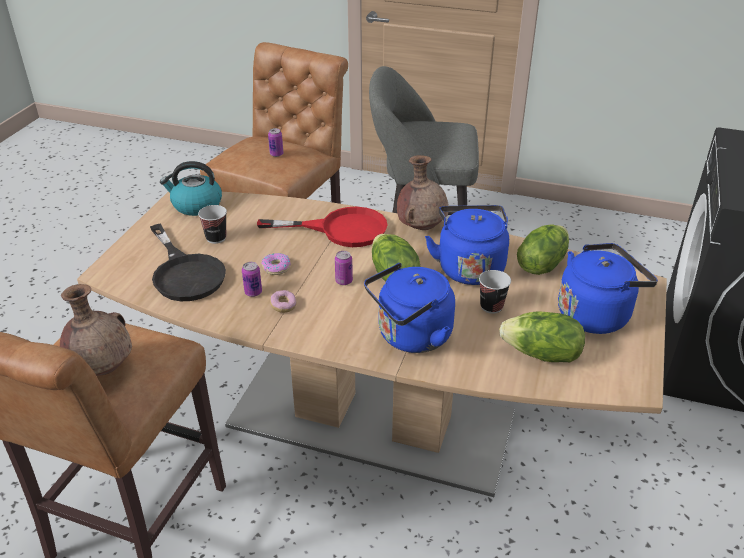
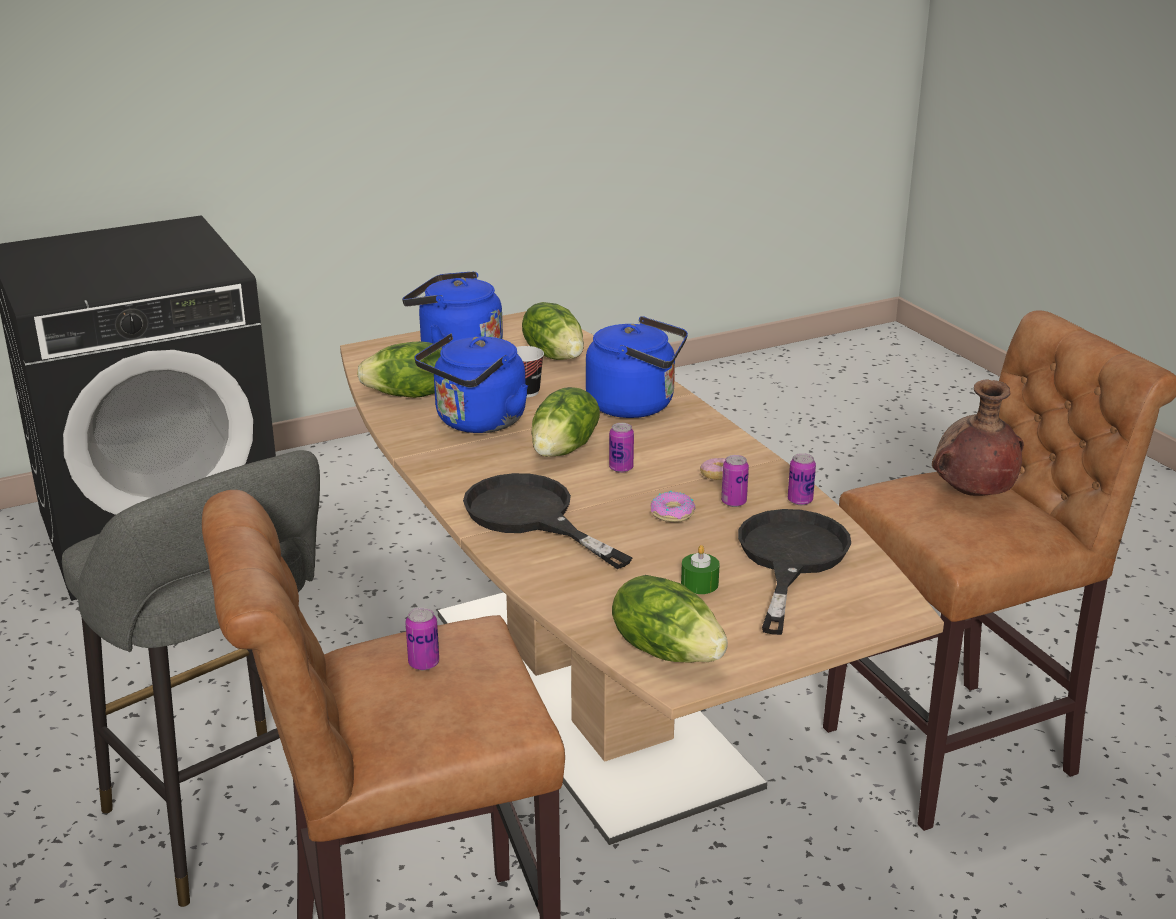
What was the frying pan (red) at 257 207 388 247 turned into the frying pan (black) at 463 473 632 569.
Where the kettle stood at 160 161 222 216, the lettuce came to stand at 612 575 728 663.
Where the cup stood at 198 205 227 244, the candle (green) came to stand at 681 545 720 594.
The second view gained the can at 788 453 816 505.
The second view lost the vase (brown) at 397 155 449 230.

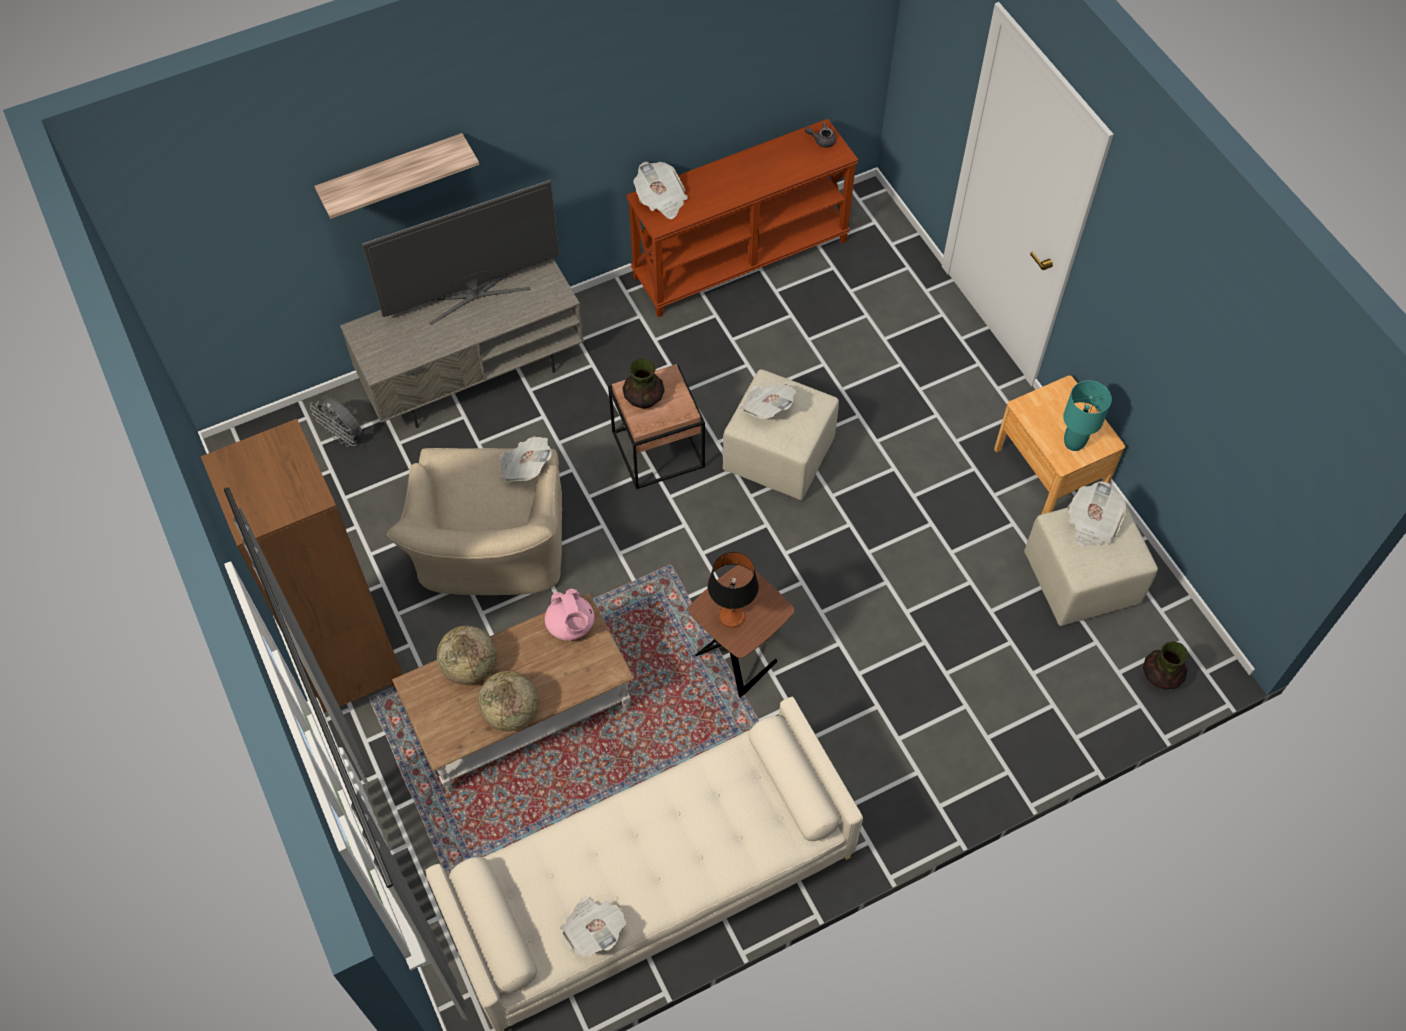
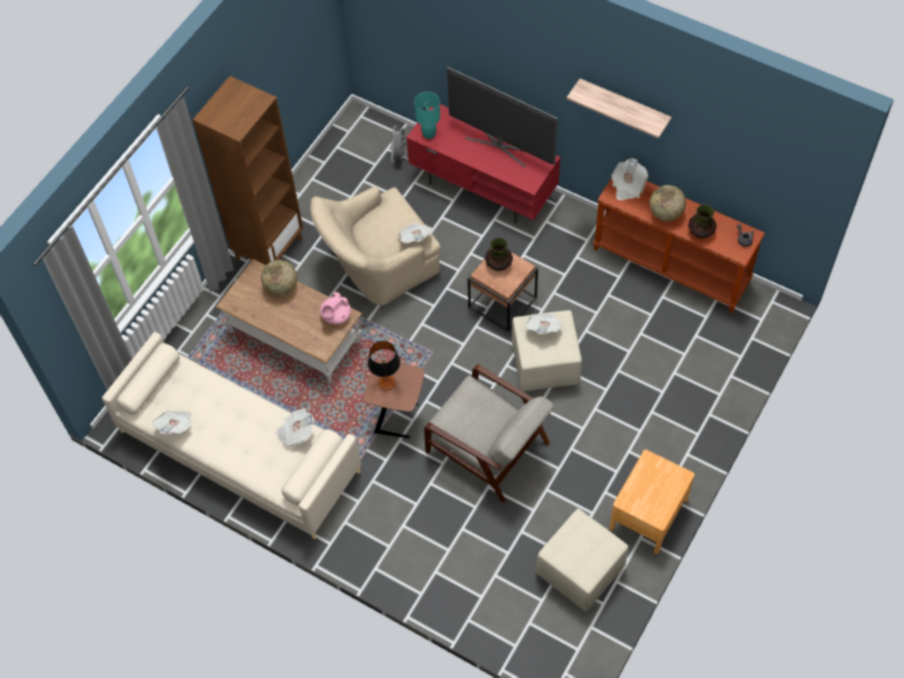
The newspaper ended up elsewhere, having gone from 1068 481 1127 546 to 276 408 315 448.
What was the tv stand (grey) at 340 258 584 428 turned into the tv stand (red) at 406 104 560 224.
The table lamp (turquoise) ended up elsewhere, having gone from 1063 380 1112 451 to 414 92 440 139.
The second view gained the armchair (grey) at 424 364 554 503.
The shelf ended up elsewhere, having gone from 314 133 479 219 to 567 78 672 139.
The globe ended up elsewhere, having gone from 478 671 538 731 to 650 185 686 221.
The vase ended up elsewhere, having gone from 1143 641 1189 690 to 688 204 717 239.

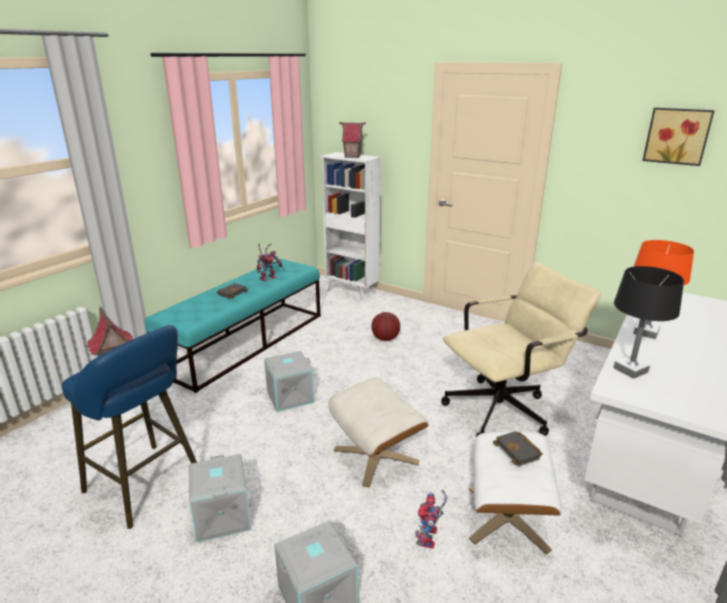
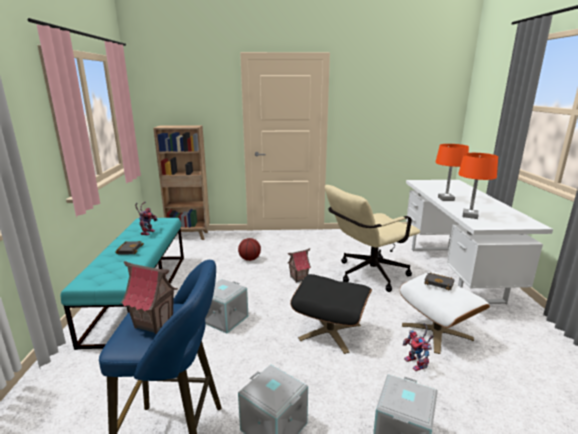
What was the bookcase (white) at 322 152 381 300 turned into the bookcase (brown) at 153 125 210 240.
The toy house ended up elsewhere, having gone from 339 122 366 158 to 288 248 311 283.
What was the ottoman (beige) at 328 377 428 487 turned into the ottoman (black) at 290 274 372 354.
The office chair (beige) at 441 262 601 436 ended up facing another way, 150 degrees counterclockwise from before.
What was the table lamp (black) at 613 266 684 379 turned into the table lamp (orange) at 458 153 498 219.
The second view lost the picture at 642 108 715 166.

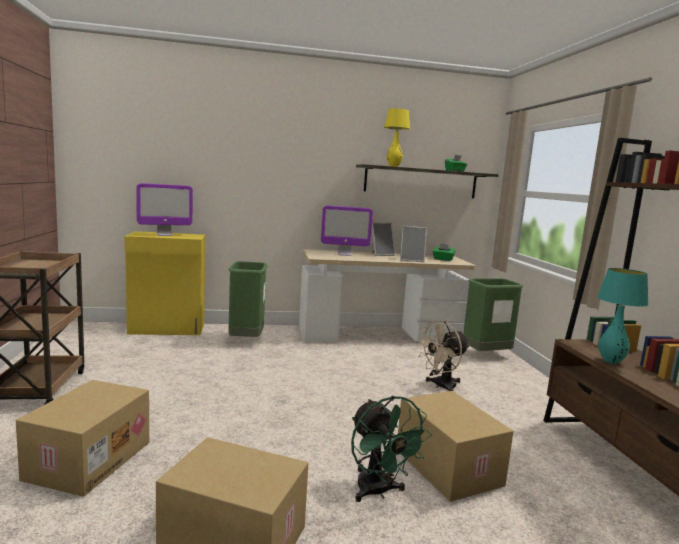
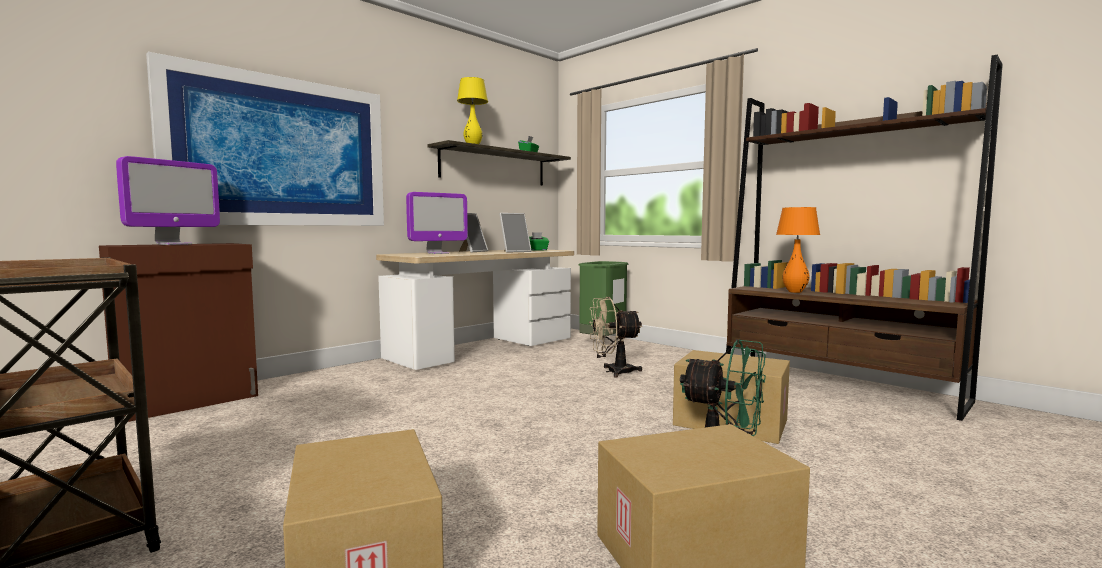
What was the cabinet (yellow) at 124 231 206 335 turned into the cabinet (brown) at 99 243 258 422.
The second view gained the picture at 146 52 384 226.
The fan (beige) at 416 320 470 391 ended up facing another way, 60 degrees clockwise from before.
What was the table lamp (turquoise) at 597 268 649 364 turned into the table lamp (orange) at 776 207 820 293.
The second view lost the trash can (green) at 228 261 267 337.

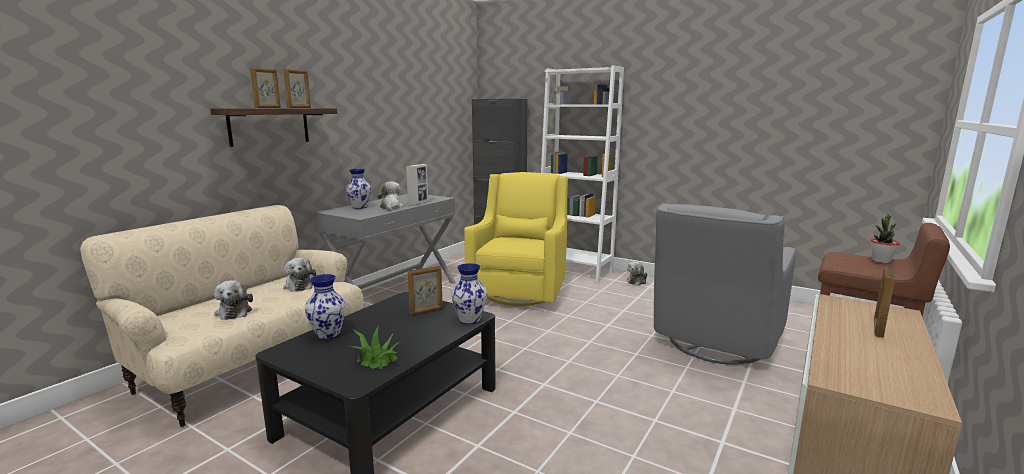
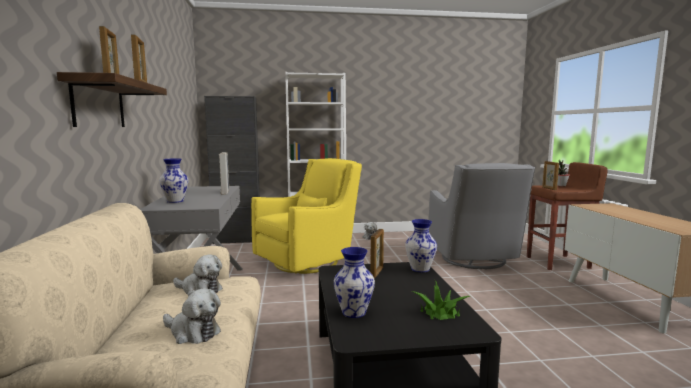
The armchair (yellow) at 464 172 568 306 ended up facing another way, 75 degrees clockwise from before.
The picture frame ended up elsewhere, having gone from 874 266 895 338 to 542 161 559 190.
The second view lost the plush toy at 378 182 404 211.

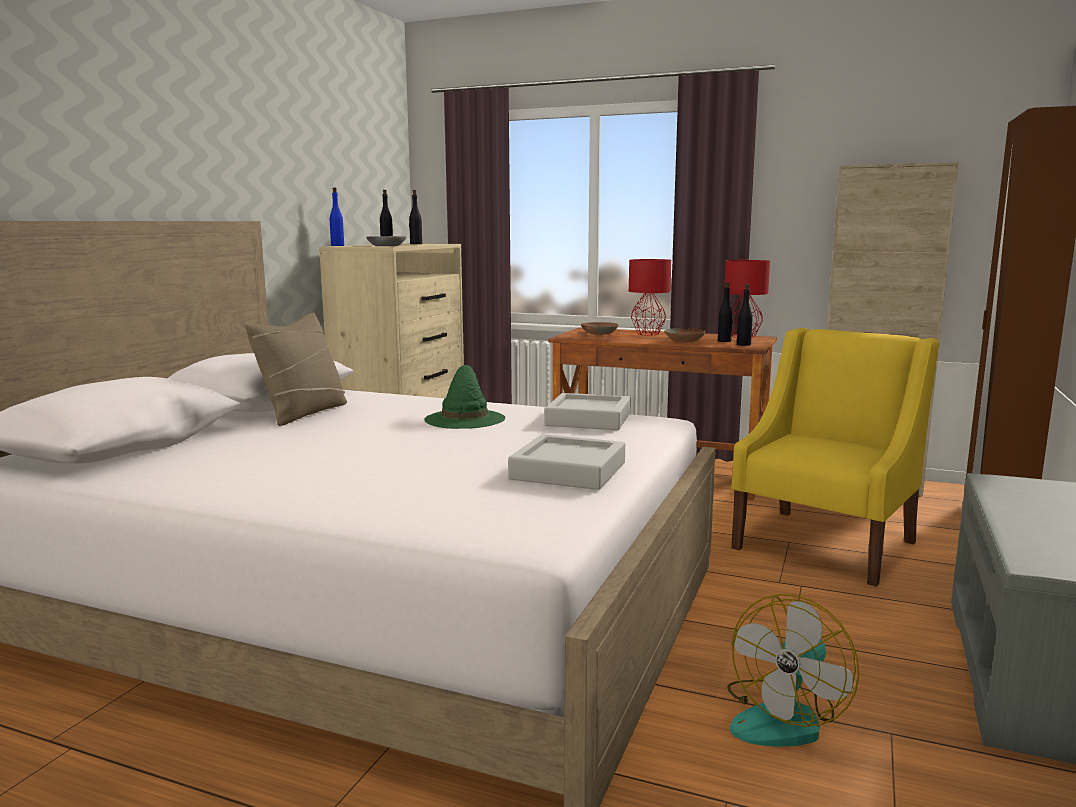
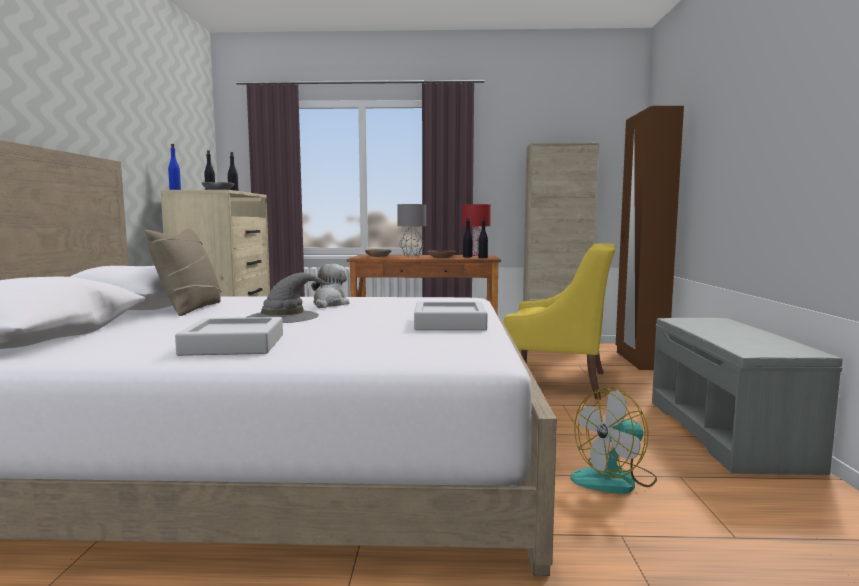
The tray (grey) ended up elsewhere, having gone from 545 393 631 430 to 175 317 283 356.
The second view gained the hat (grey) at 247 273 333 323.
Where the hat (green) stood at 424 365 505 429, the plush toy came to stand at 311 264 349 308.
What was the table lamp (red) at 629 259 671 336 turned into the table lamp (grey) at 397 204 426 256.
The armchair (yellow) at 731 328 940 587 ended up facing another way, 90 degrees clockwise from before.
The fan at 727 594 859 747 ended up facing another way, 45 degrees clockwise from before.

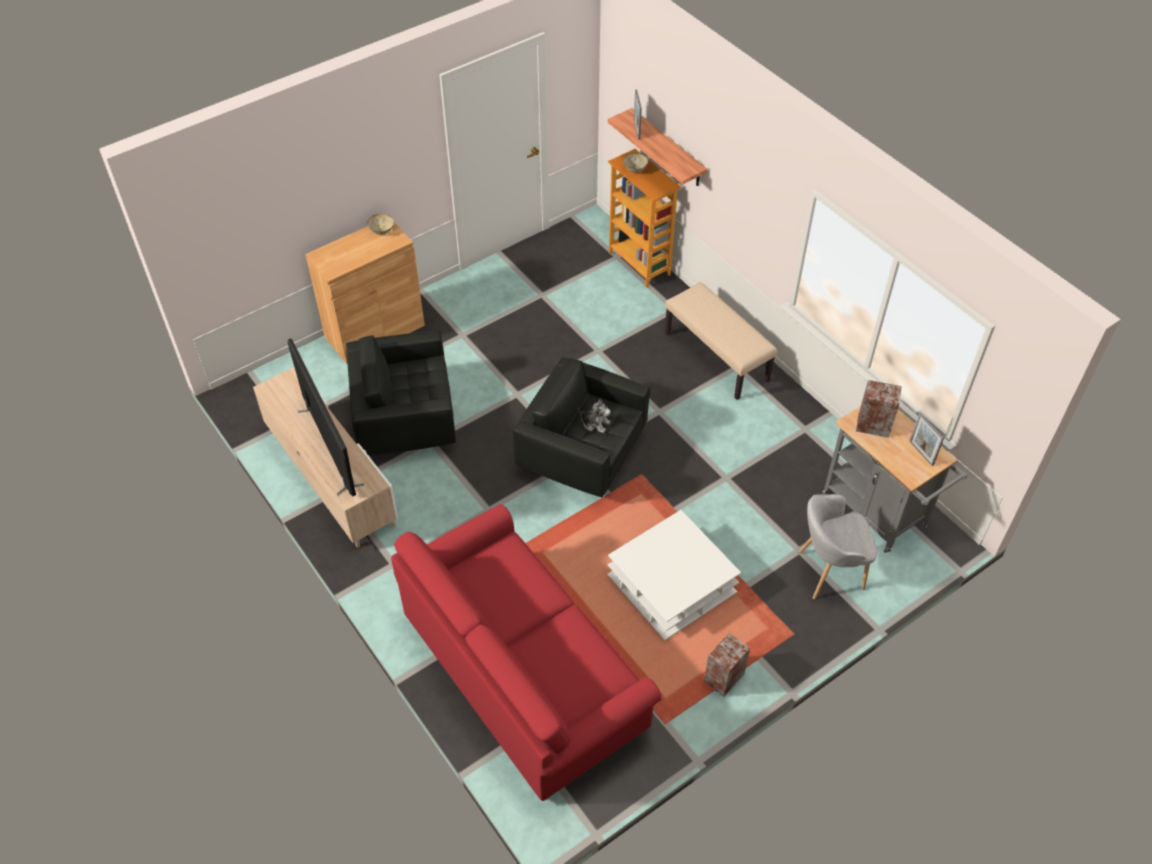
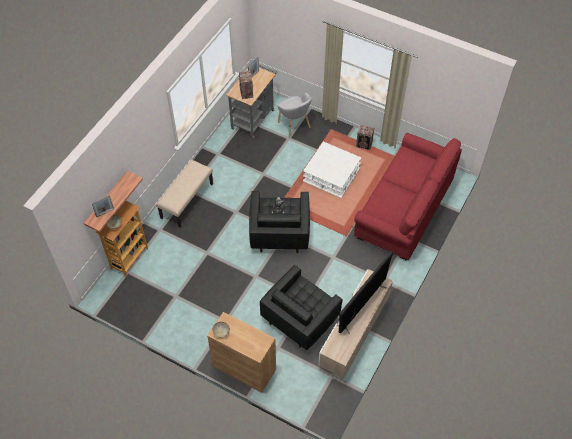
The armchair (black) at 346 330 456 455 ended up facing another way, 75 degrees clockwise from before.

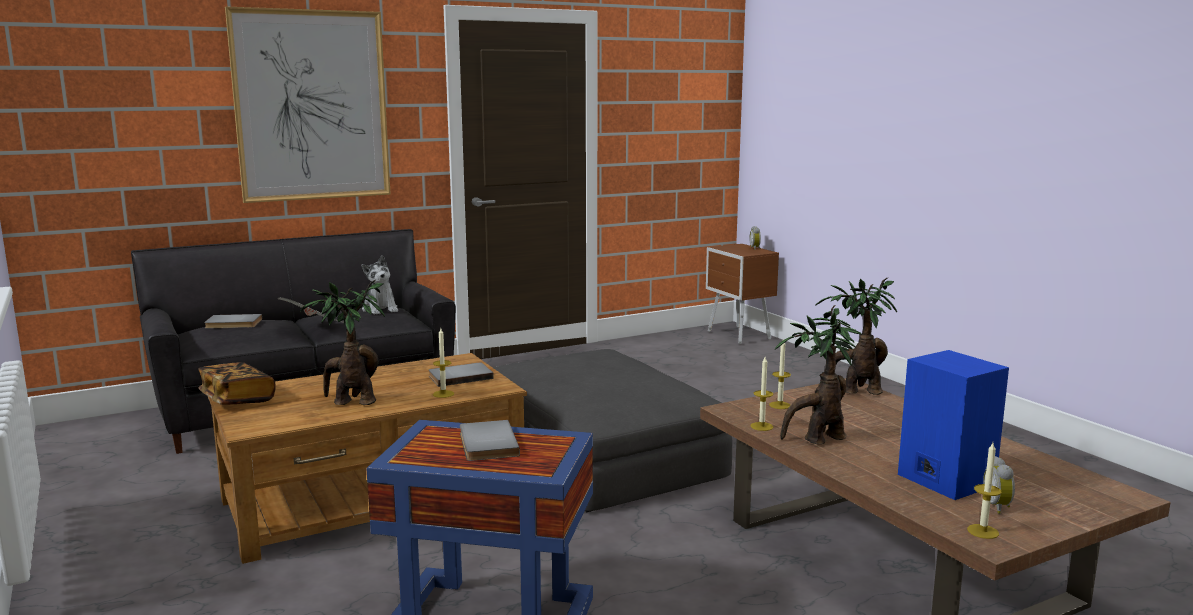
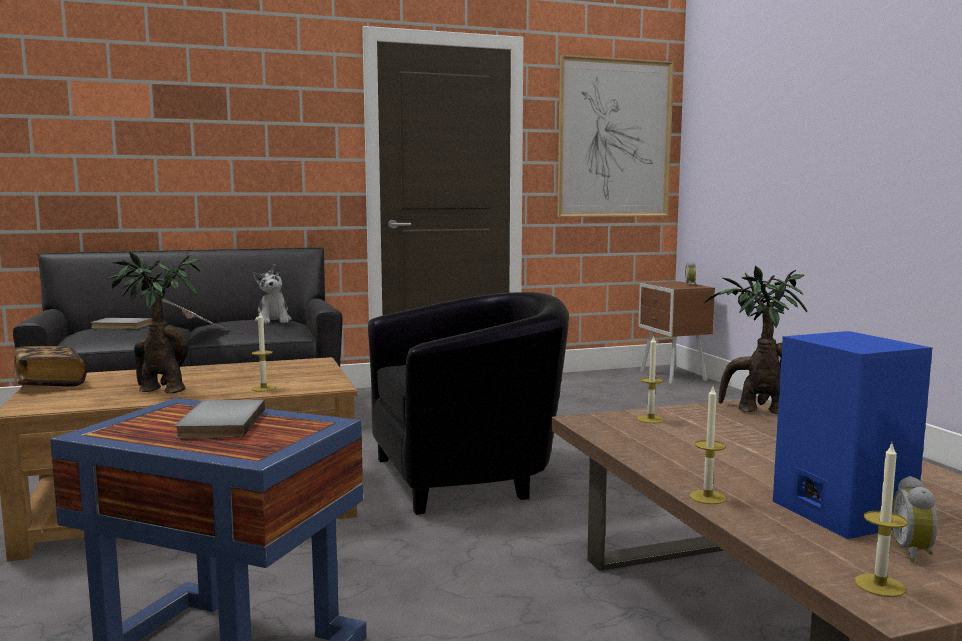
Where the ottoman (grey) stood at 493 349 732 512, the armchair (black) came to stand at 368 292 569 515.
The picture ended up elsewhere, having gone from 225 6 391 203 to 557 55 674 217.
The candle ended up elsewhere, having gone from 750 357 773 431 to 690 386 726 504.
The second view lost the book (grey) at 428 363 494 387.
The second view lost the potted plant at 774 305 862 444.

